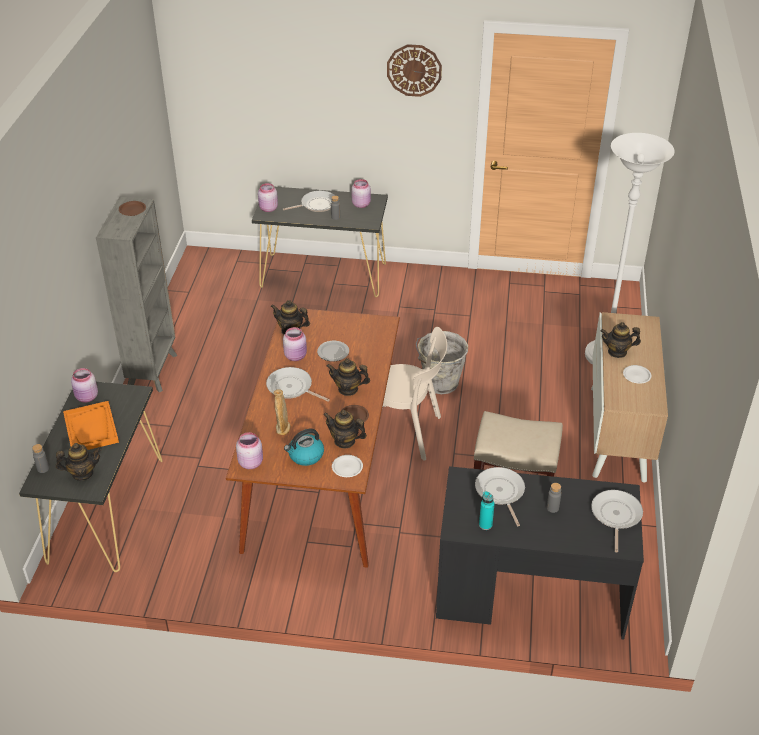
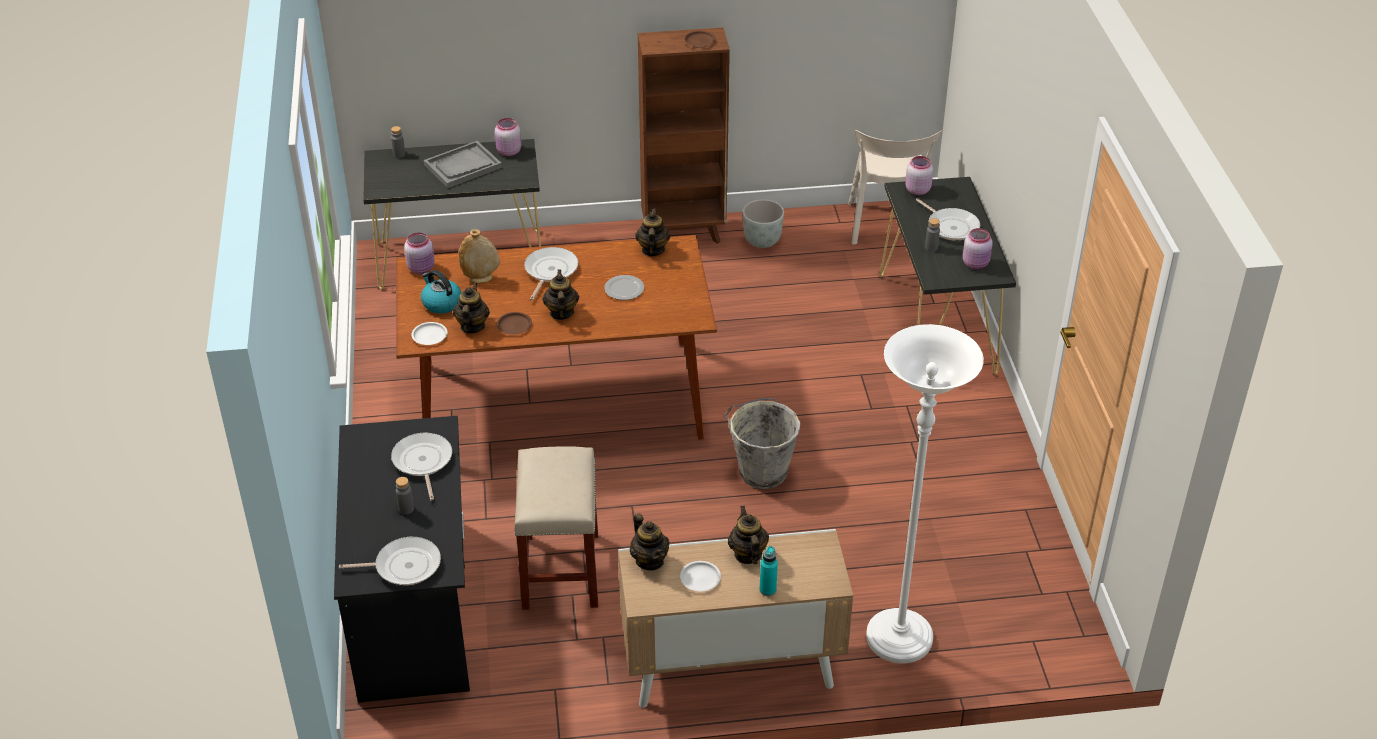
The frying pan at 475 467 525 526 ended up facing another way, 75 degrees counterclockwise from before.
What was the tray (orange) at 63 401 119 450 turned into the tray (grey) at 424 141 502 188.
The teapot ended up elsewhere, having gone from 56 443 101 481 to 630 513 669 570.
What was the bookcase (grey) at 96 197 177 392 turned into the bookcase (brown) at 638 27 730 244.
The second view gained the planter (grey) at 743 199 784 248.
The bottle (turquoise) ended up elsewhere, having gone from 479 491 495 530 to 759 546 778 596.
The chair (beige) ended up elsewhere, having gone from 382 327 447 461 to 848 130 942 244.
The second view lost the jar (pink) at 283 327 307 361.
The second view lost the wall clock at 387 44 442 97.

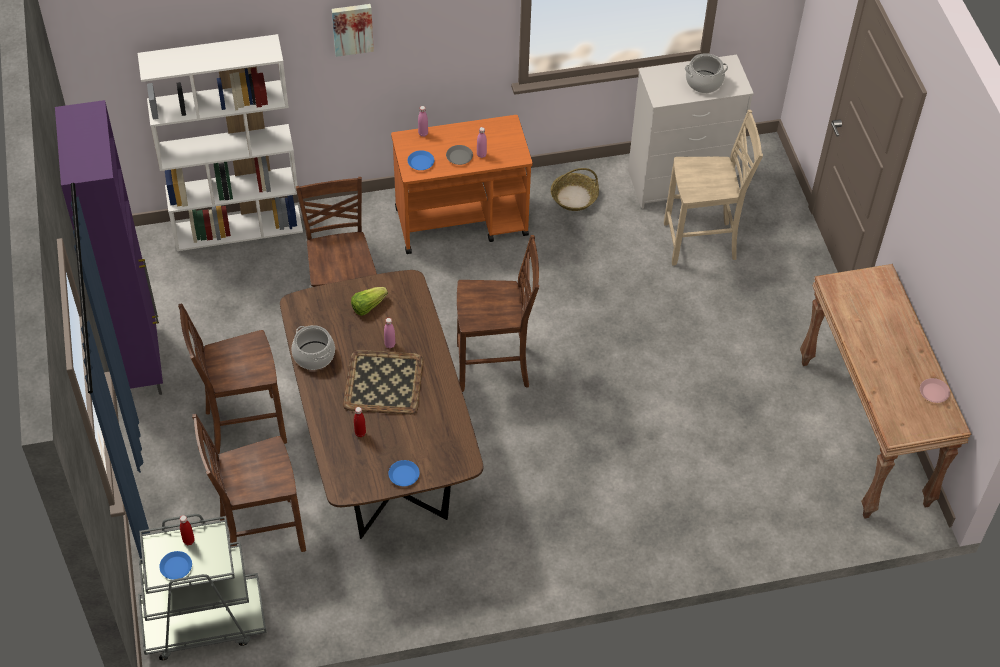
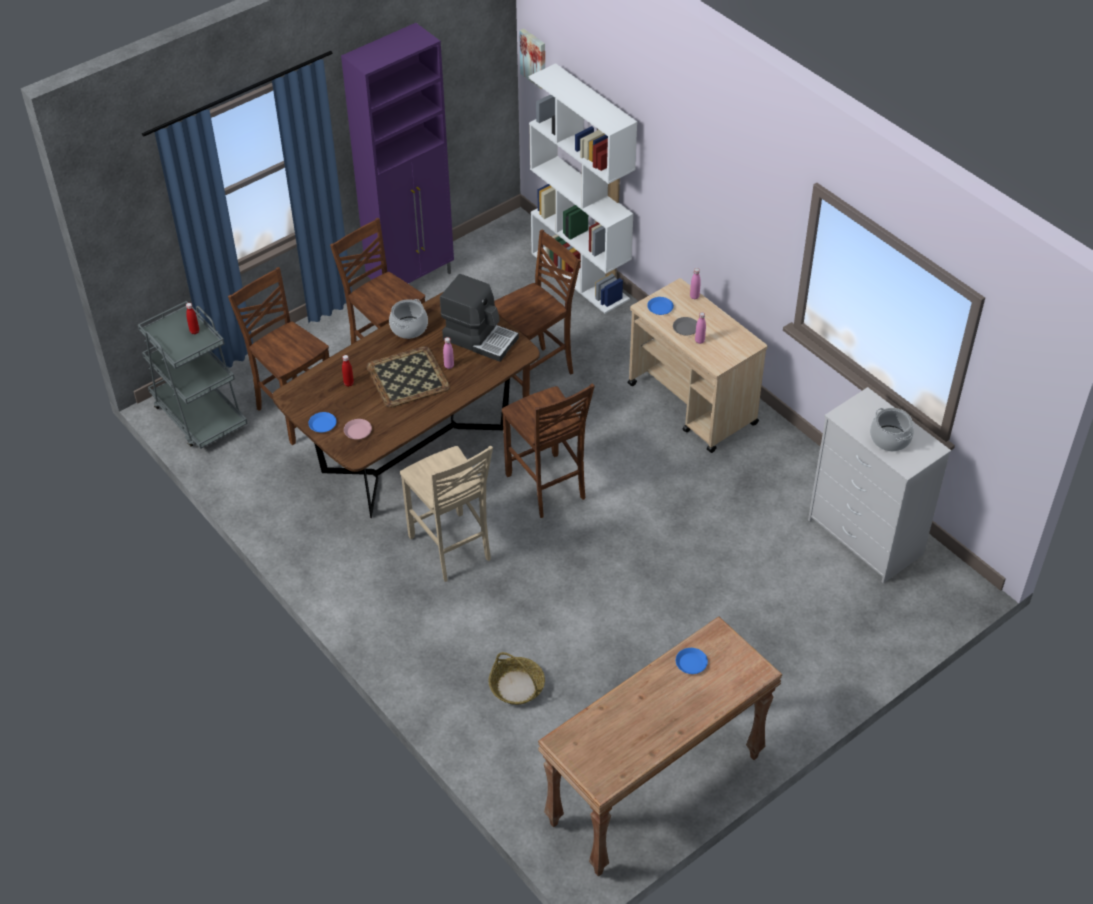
The plate (pink) ended up elsewhere, having gone from 920 378 950 403 to 344 419 372 439.
The chair (beige) ended up elsewhere, having gone from 664 110 763 266 to 400 445 493 582.
Where the lettuce stood at 351 287 388 316, the coffee machine came to stand at 440 274 519 362.
The basket ended up elsewhere, having gone from 551 168 599 211 to 488 652 545 705.
The picture ended up elsewhere, having gone from 331 4 374 57 to 519 28 545 89.
What was the cart (orange) at 391 115 533 254 turned into the cart (beige) at 628 278 768 453.
The plate (blue) ended up elsewhere, having gone from 159 551 192 580 to 676 648 708 674.

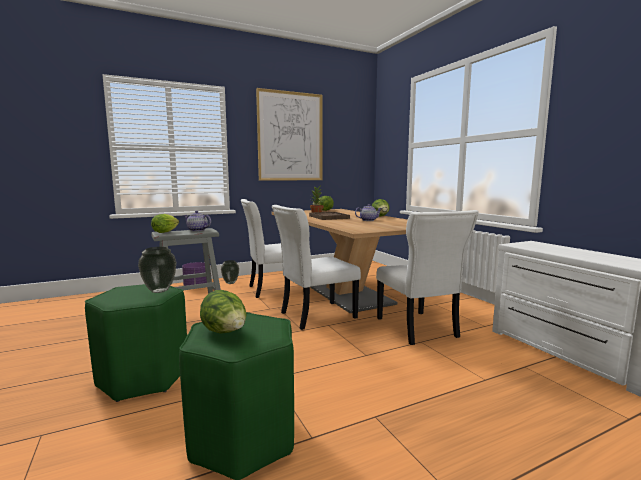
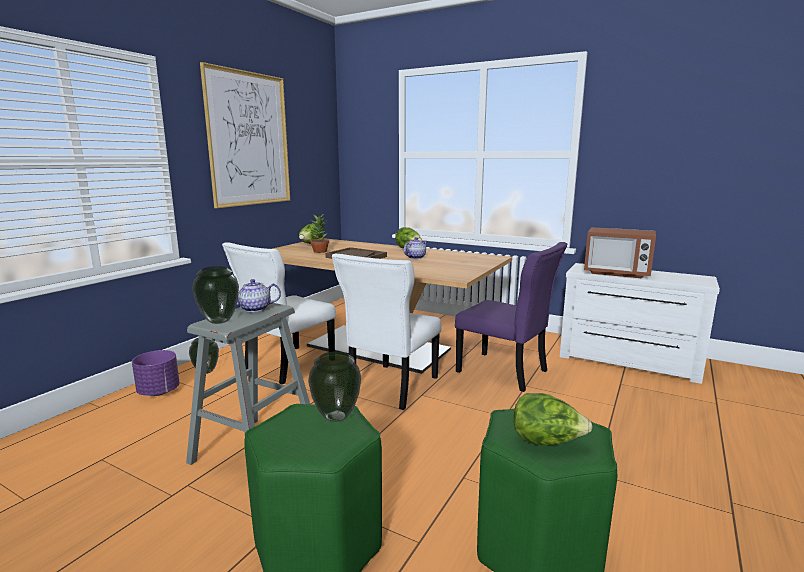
Where the lettuce stood at 151 214 179 233, the vase came to stand at 192 266 239 324.
What was the chair (white) at 376 210 479 345 turned into the chair (purple) at 455 242 568 392.
The second view gained the microwave at 584 227 656 278.

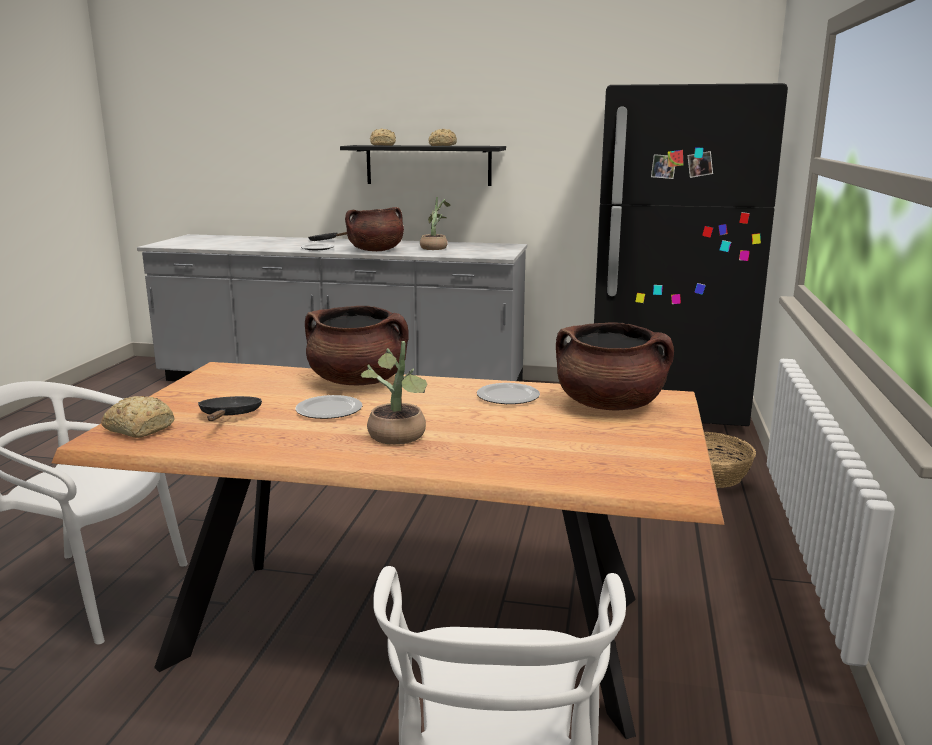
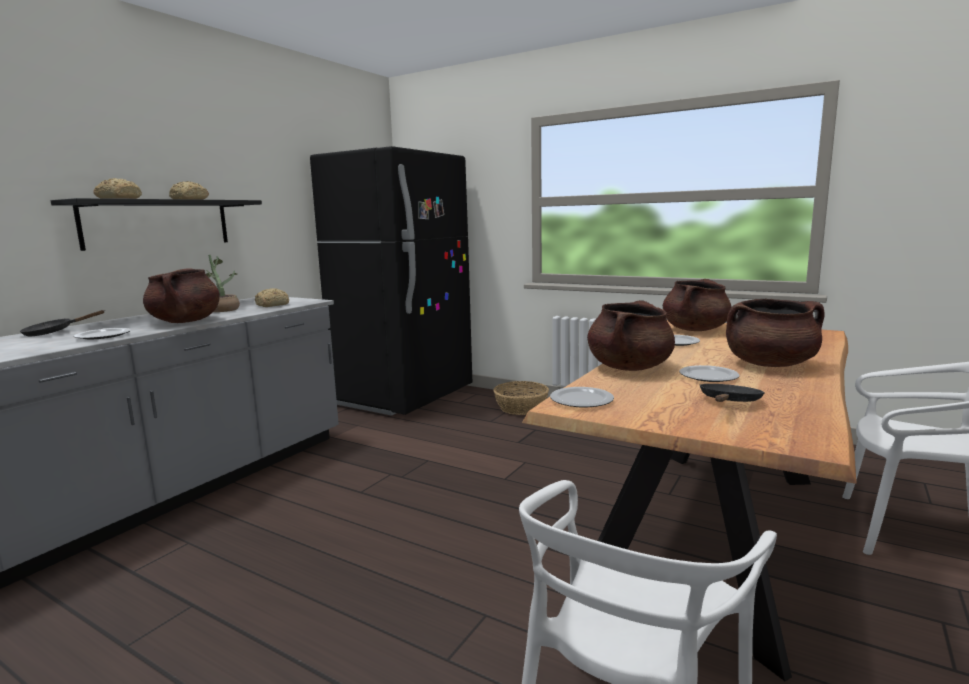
The bread ended up elsewhere, having gone from 101 396 175 438 to 255 288 289 307.
The second view gained the plate at 550 387 614 408.
The frying pan (black) at 198 396 262 421 ended up facing another way, 105 degrees clockwise from before.
Where the potted plant stood at 361 341 428 445, the cooking pot (brown) came to stand at 726 299 825 367.

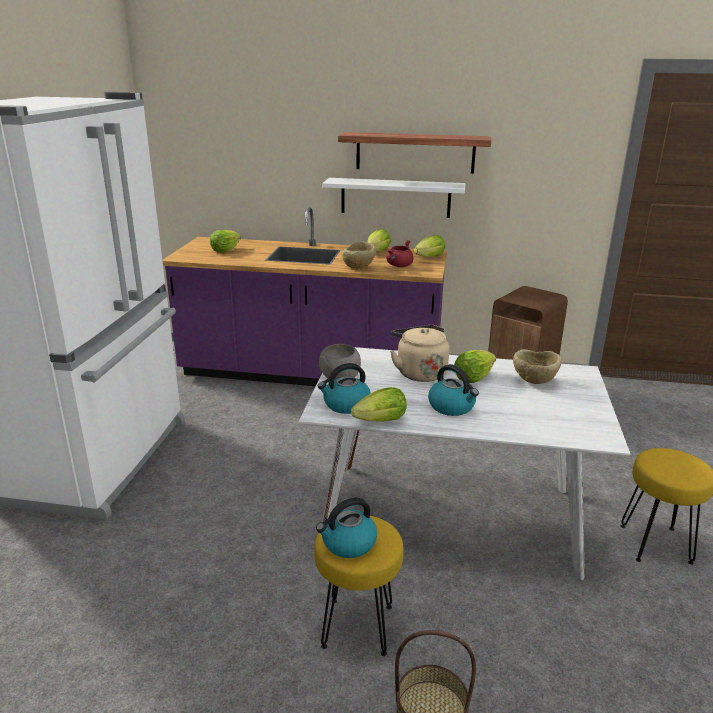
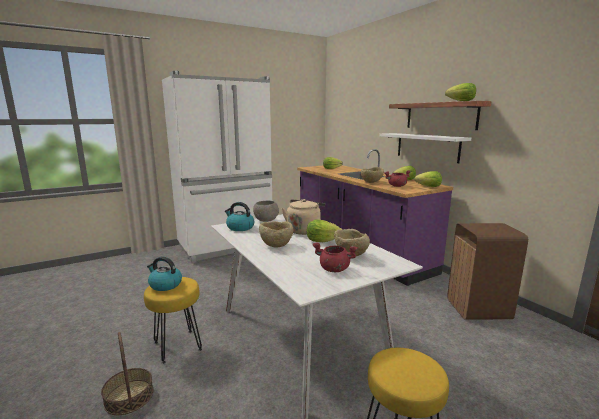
Where the kettle stood at 428 364 479 416, the bowl (beige) came to stand at 259 221 293 248.
The second view gained the cooking pot (red) at 312 242 358 272.
The lettuce ended up elsewhere, having gone from 351 387 407 422 to 445 83 476 101.

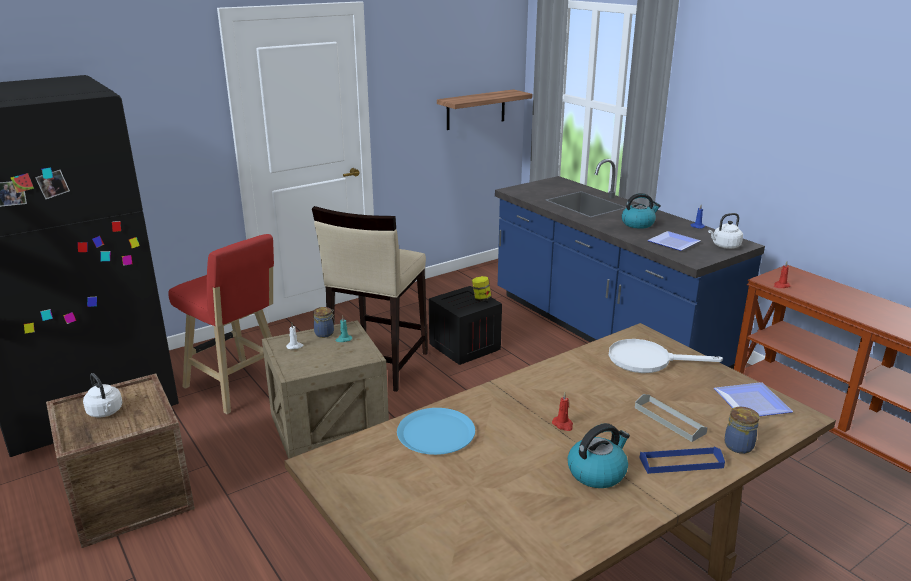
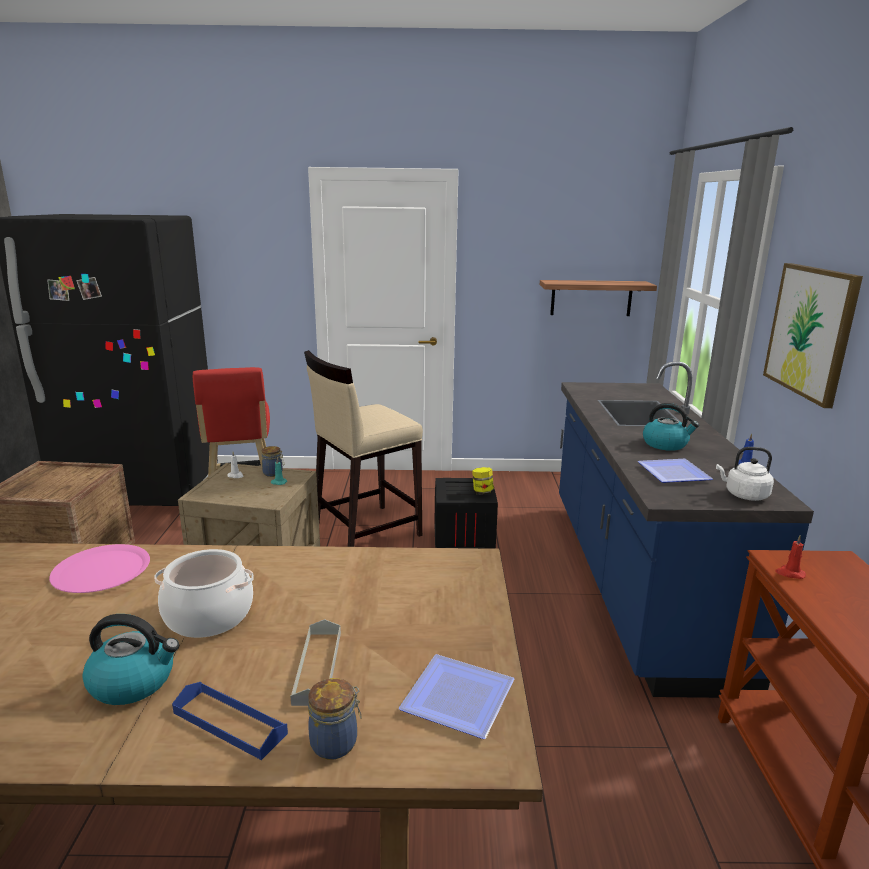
What was the plate (blue) at 397 408 475 455 turned into the plate (pink) at 49 544 150 593.
Where the candle (red) stood at 552 393 573 431, the cooking pot came to stand at 154 549 254 638.
The second view gained the picture at 763 263 863 408.
The second view lost the kettle (white) at 83 373 122 417.
The second view lost the frying pan (white) at 609 339 723 373.

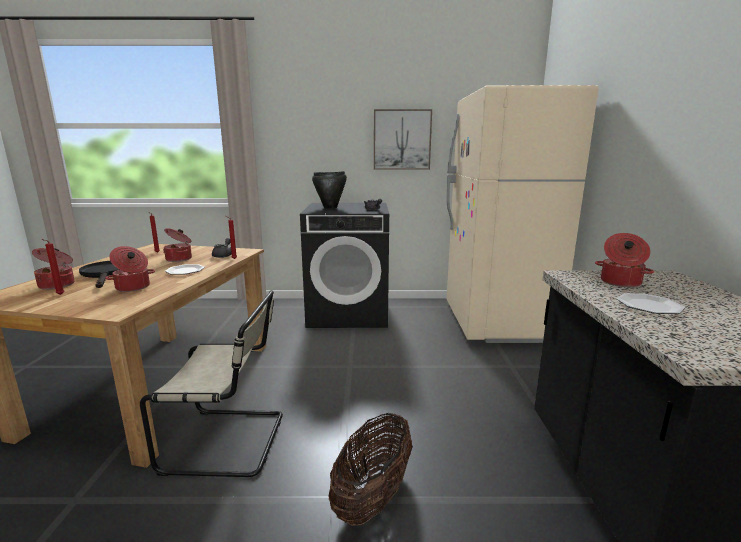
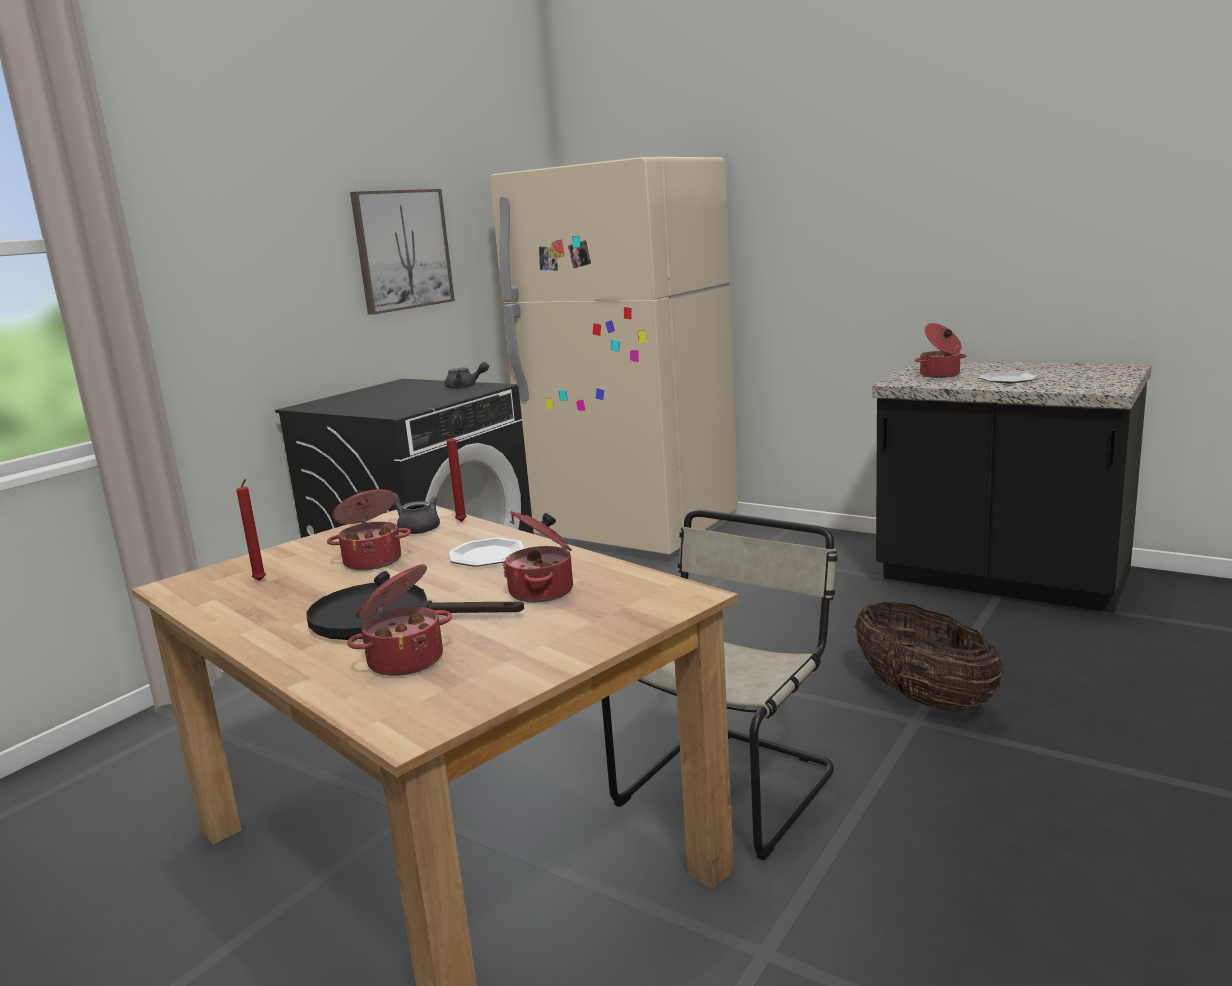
The second view lost the candle (red) at 41 239 64 295.
The second view lost the cooking pot (black) at 312 171 347 209.

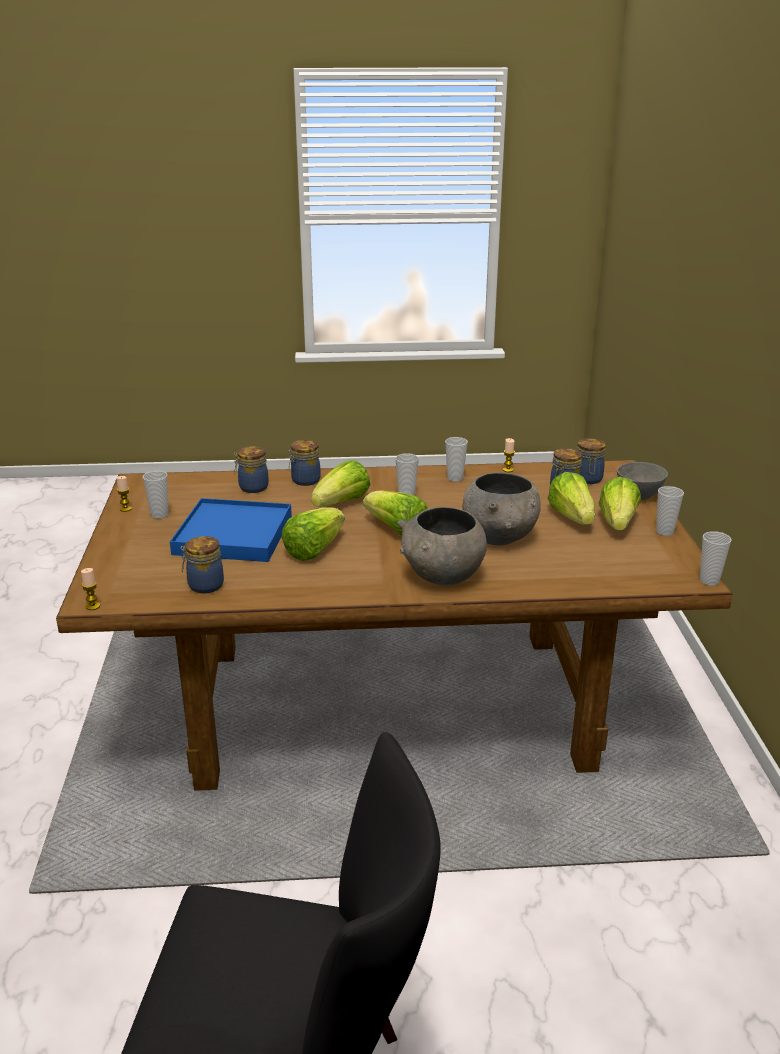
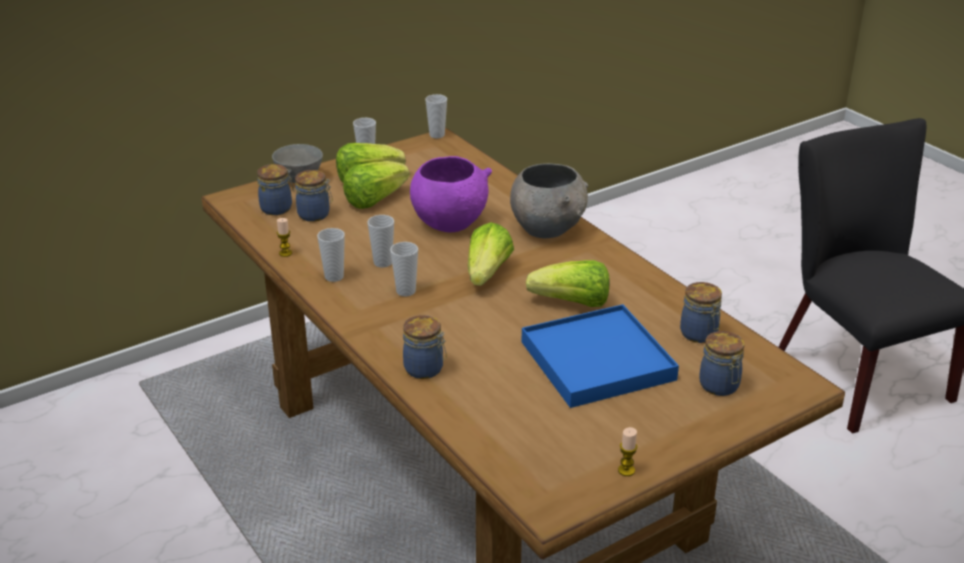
The cup ended up elsewhere, having gone from 143 471 168 519 to 367 215 394 268.
What was the bowl (grey) at 462 472 541 545 turned into the bowl (purple) at 410 156 492 232.
The jar ended up elsewhere, having gone from 234 446 269 493 to 699 331 744 396.
The second view lost the candle at 81 568 100 610.
The second view lost the lettuce at 311 460 370 507.

